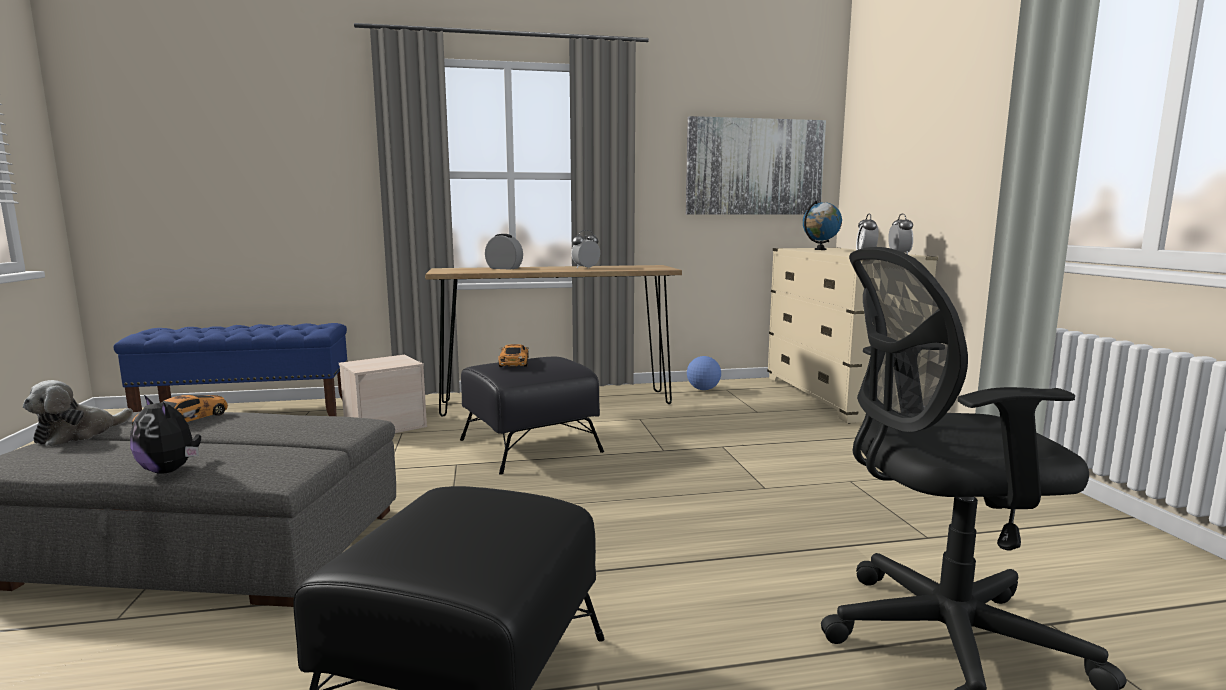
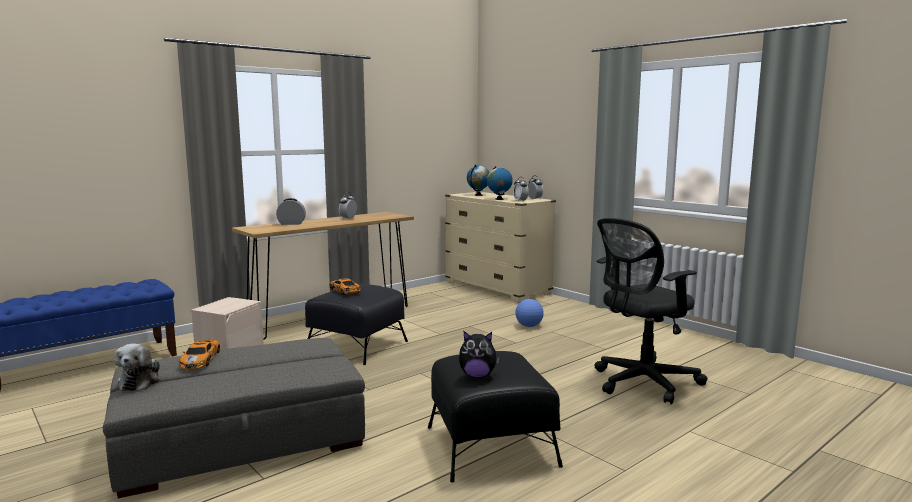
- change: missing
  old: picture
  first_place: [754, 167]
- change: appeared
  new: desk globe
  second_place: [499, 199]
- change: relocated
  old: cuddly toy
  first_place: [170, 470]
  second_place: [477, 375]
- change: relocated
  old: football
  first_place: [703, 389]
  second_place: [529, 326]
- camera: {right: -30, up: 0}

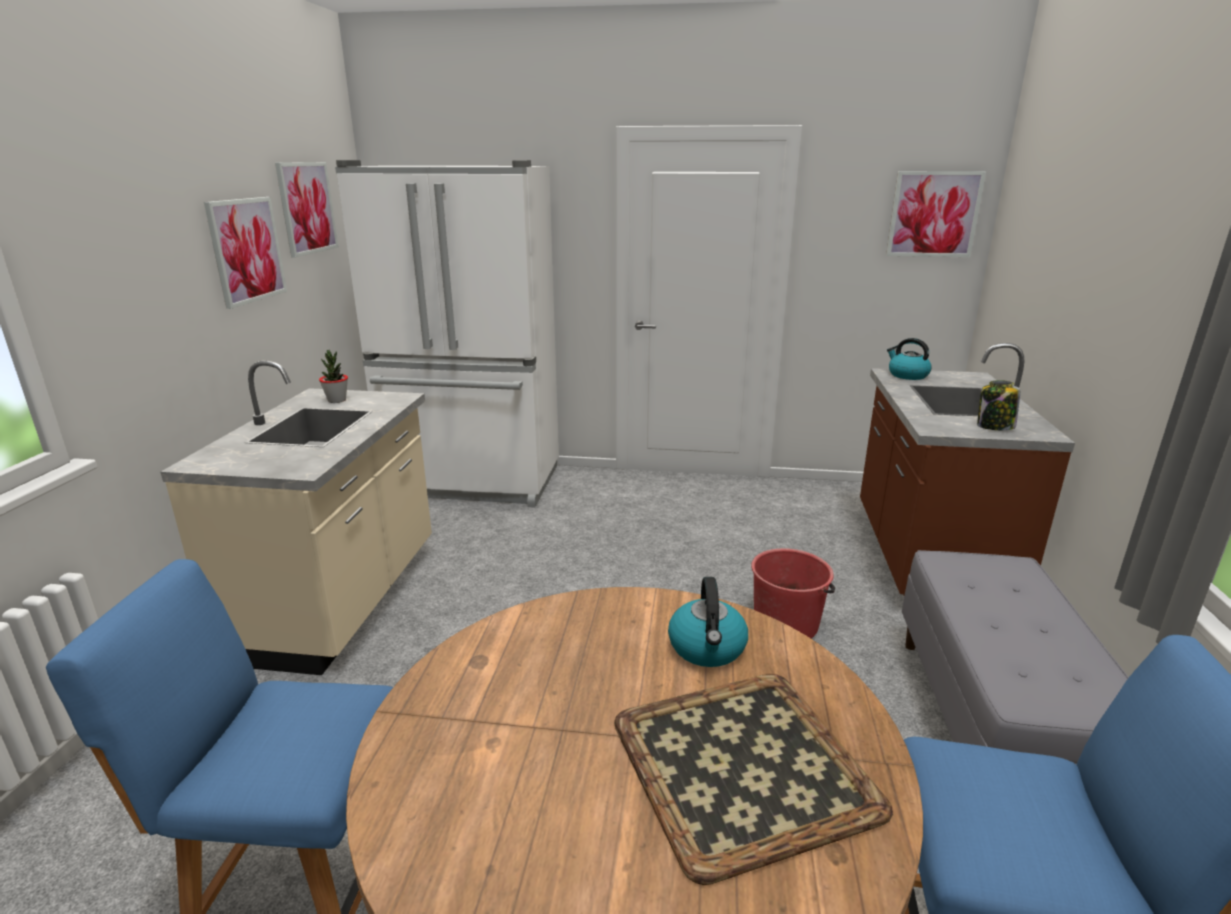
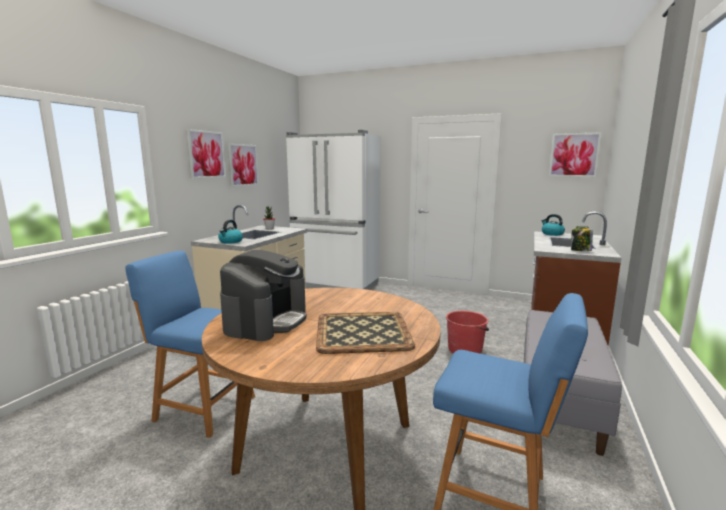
- change: appeared
  new: coffee machine
  second_place: [266, 321]
- change: relocated
  old: picture
  first_place: [307, 208]
  second_place: [206, 154]
- change: relocated
  old: tea kettle
  first_place: [707, 648]
  second_place: [230, 242]
- camera: {right: 15, up: -10}

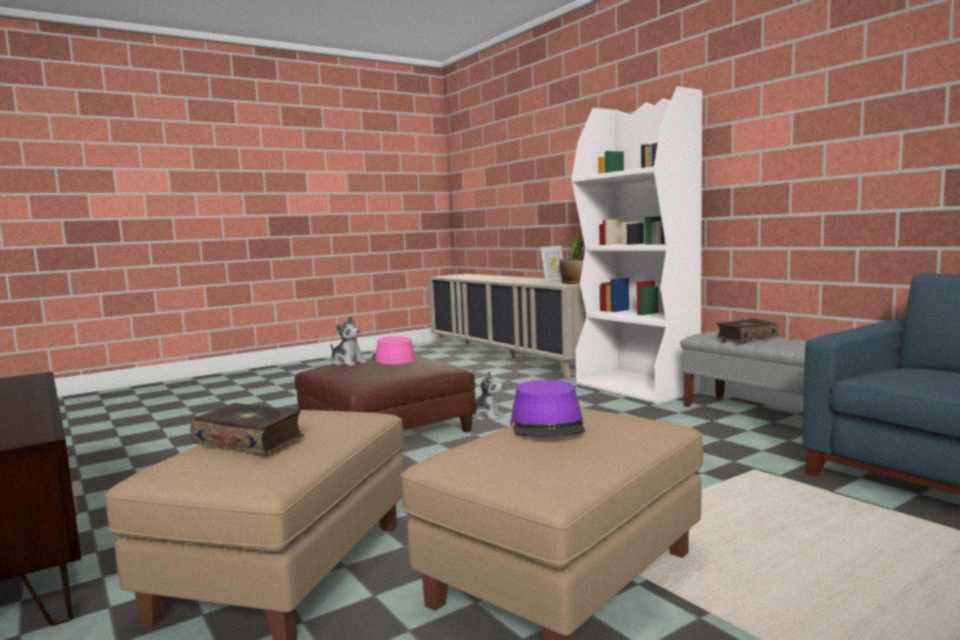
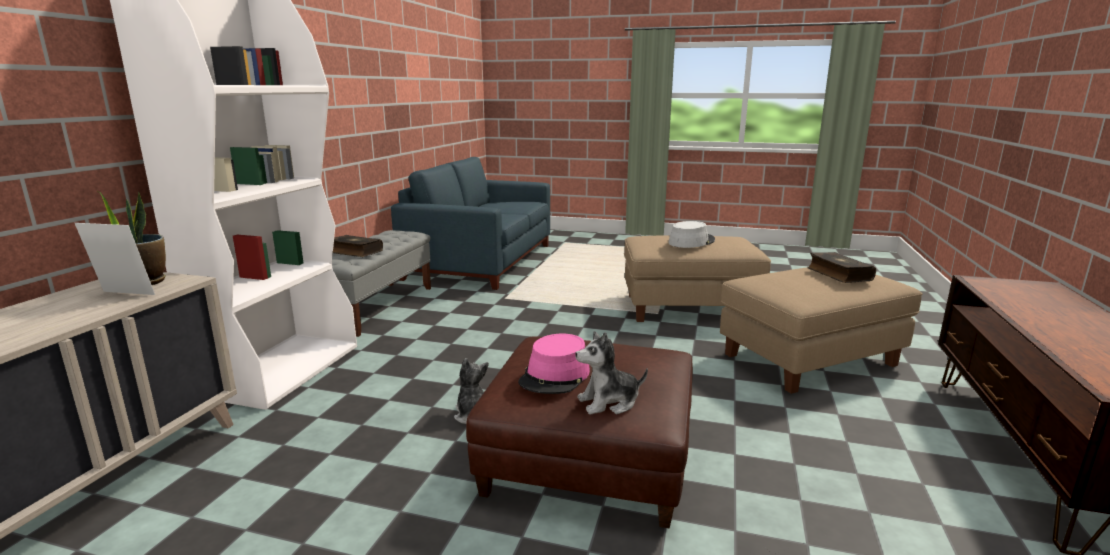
- change: colour
  old: hat (purplish)
  new: hat (greyish)
  first_place: [548, 425]
  second_place: [691, 242]
- change: spun
  old: cuddly toy
  first_place: [348, 363]
  second_place: [609, 402]
  degrees: -105
- camera: {right: -130, up: 10}

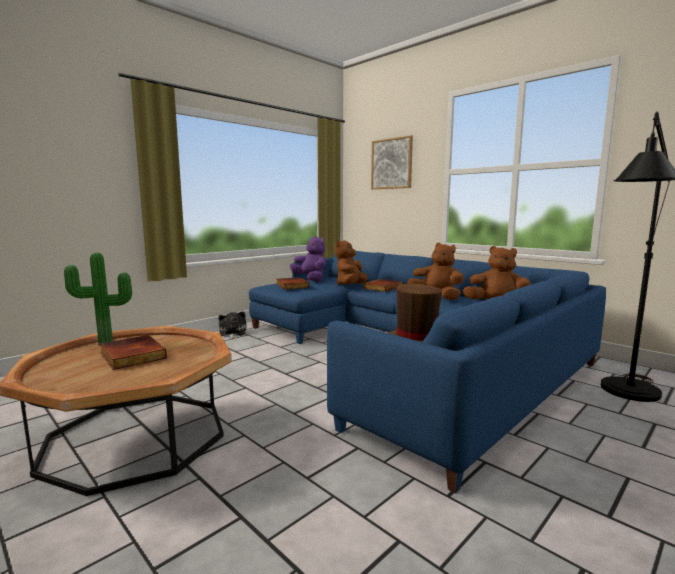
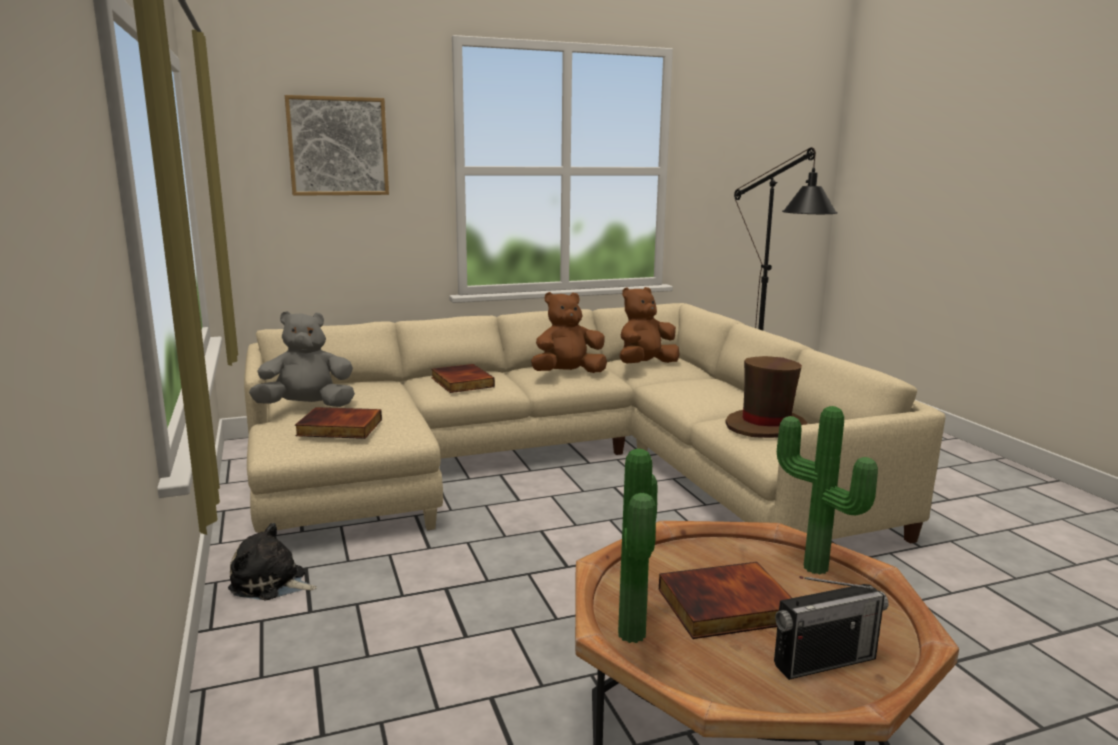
- change: missing
  old: cuddly toy (brownish)
  first_place: [350, 286]
- change: appeared
  new: radio receiver
  second_place: [824, 661]
- change: appeared
  new: potted plant
  second_place: [813, 570]
- change: colour
  old: sofa (bluish)
  new: sofa (sand-coloured)
  first_place: [408, 351]
  second_place: [561, 465]
- change: colour
  old: cuddly toy (purplish)
  new: cuddly toy (greyish)
  first_place: [310, 279]
  second_place: [307, 407]
- camera: {right: -65, up: 5}

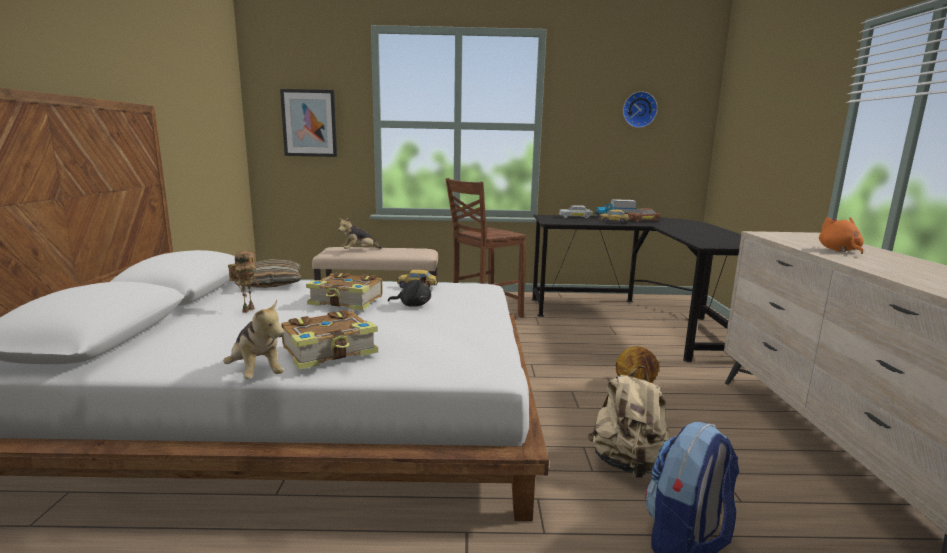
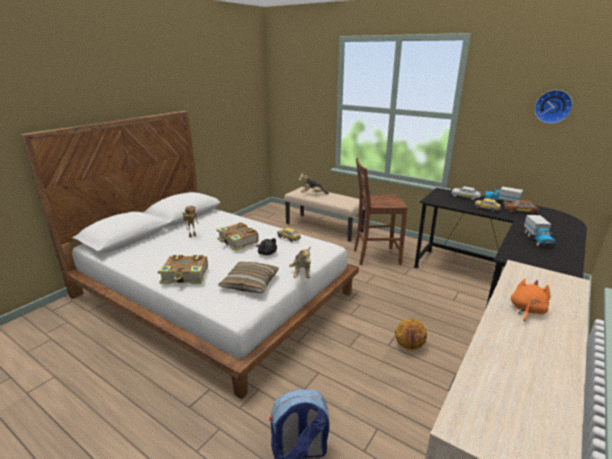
- change: missing
  old: picture
  first_place: [309, 123]
- change: missing
  old: rucksack (sand-coloured)
  first_place: [627, 464]
- change: appeared
  new: toy lorry
  second_place: [537, 240]
- change: relocated
  old: cuddly toy
  first_place: [256, 373]
  second_place: [301, 274]
- change: relocated
  old: cushion
  first_place: [270, 283]
  second_place: [250, 283]
- camera: {right: 35, up: 10}

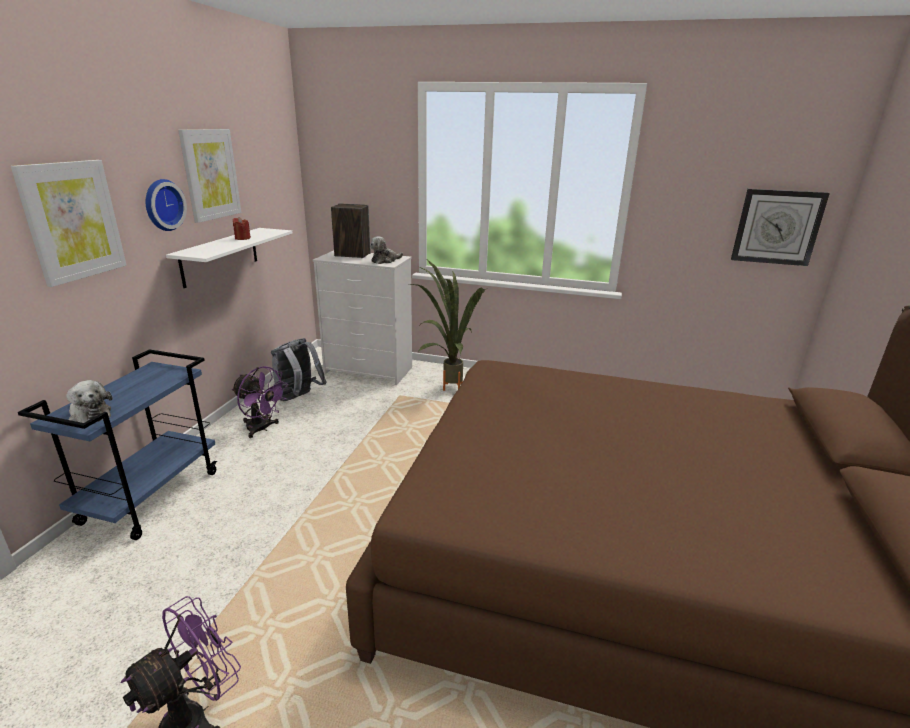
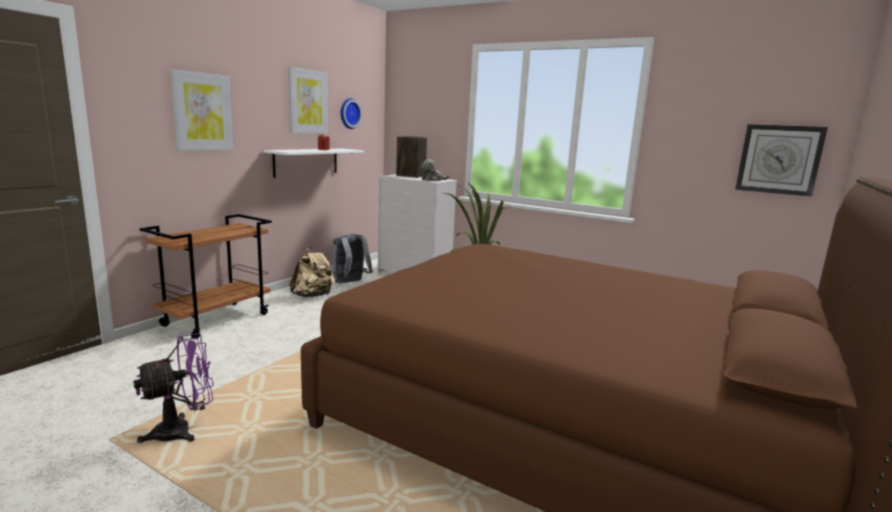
- change: missing
  old: cuddly toy
  first_place: [89, 414]
- change: relocated
  old: hanging clock
  first_place: [162, 205]
  second_place: [348, 113]
- change: exchanged
  old: fan (purplish)
  new: rucksack (sand-coloured)
  first_place: [262, 429]
  second_place: [313, 296]
- change: colour
  old: wheeled cart (bluish)
  new: wheeled cart (brownish)
  first_place: [151, 496]
  second_place: [217, 319]
- camera: {right: 15, up: -10}

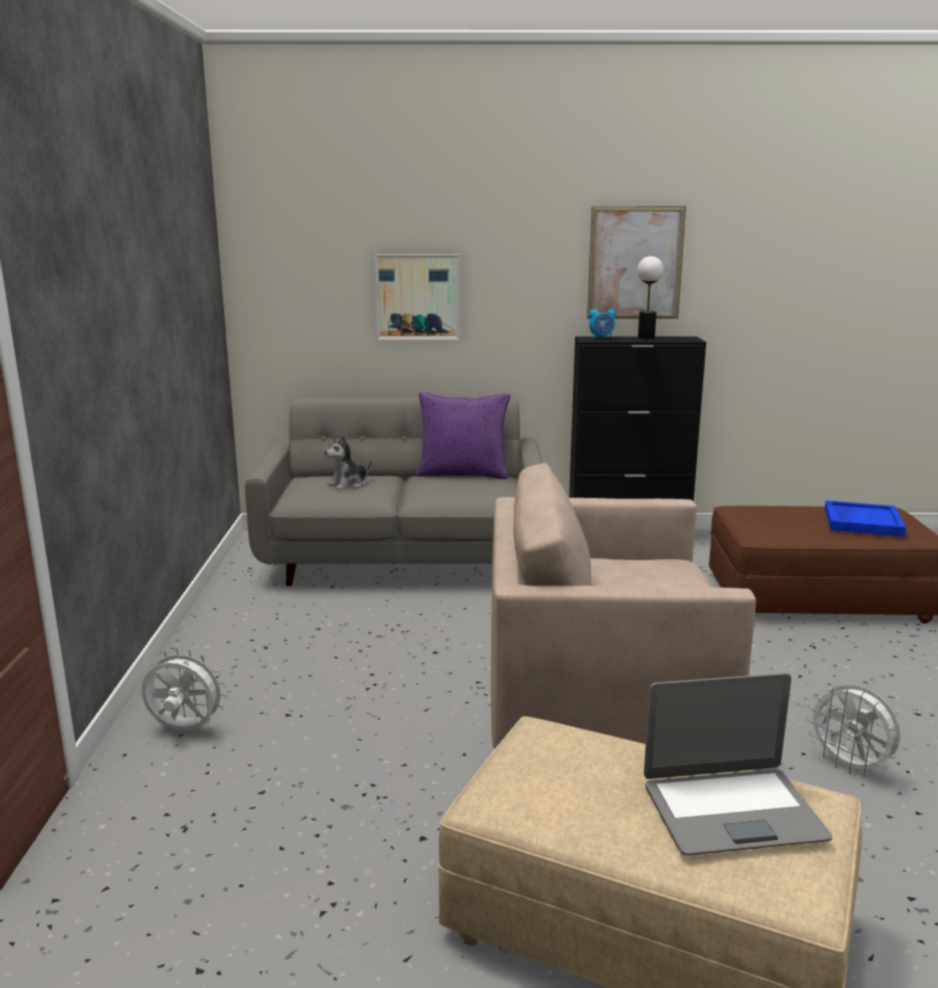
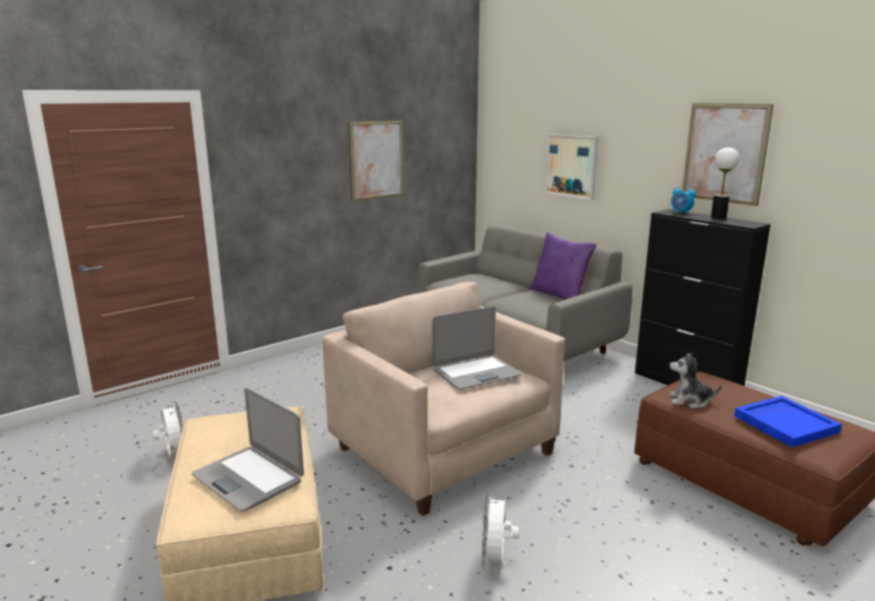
- change: appeared
  new: picture
  second_place: [377, 160]
- change: appeared
  new: notebook computer
  second_place: [476, 373]
- change: relocated
  old: fan (whitish)
  first_place: [184, 730]
  second_place: [174, 456]
- change: relocated
  old: cuddly toy
  first_place: [349, 484]
  second_place: [689, 401]
- camera: {right: 50, up: 0}

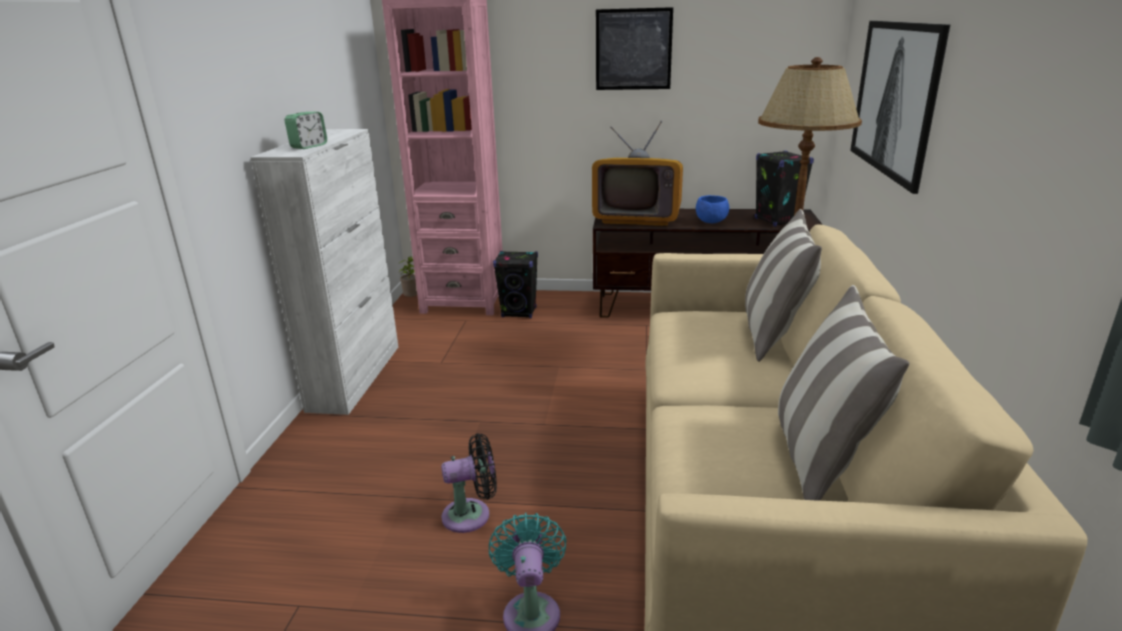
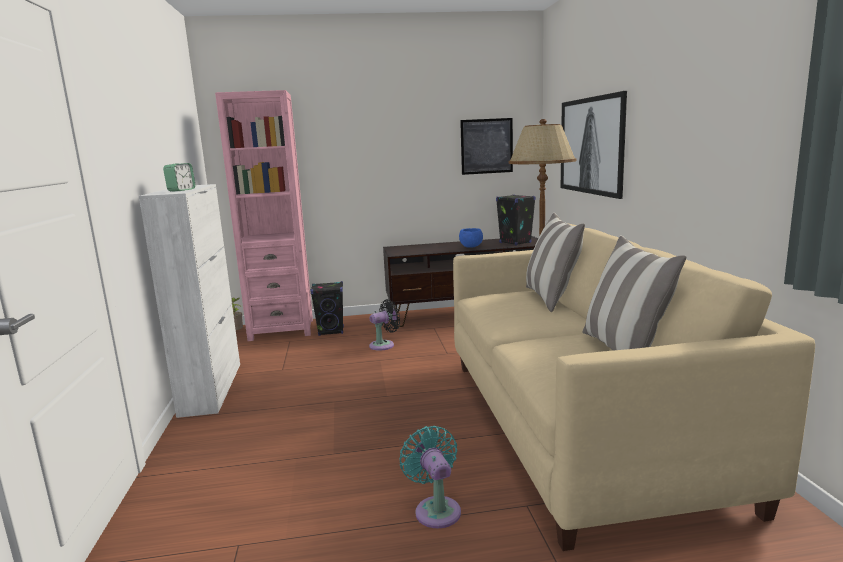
- change: missing
  old: TV set
  first_place: [637, 218]
- change: relocated
  old: fan (black-coloured)
  first_place: [471, 515]
  second_place: [384, 345]
- change: relocated
  old: picture
  first_place: [633, 49]
  second_place: [486, 146]
- camera: {right: -15, up: -10}

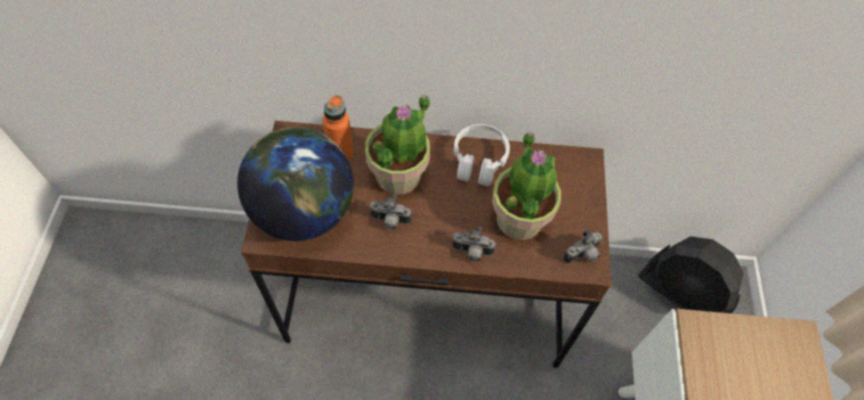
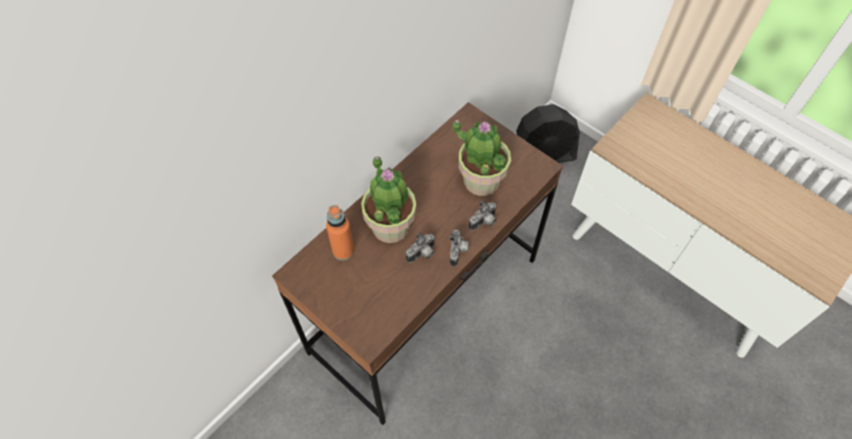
- change: missing
  old: desk globe
  first_place: [304, 211]
- change: missing
  old: headset (whitish)
  first_place: [479, 160]
- change: relocated
  old: photo camera
  first_place: [583, 256]
  second_place: [458, 252]
- camera: {right: -50, up: 0}

